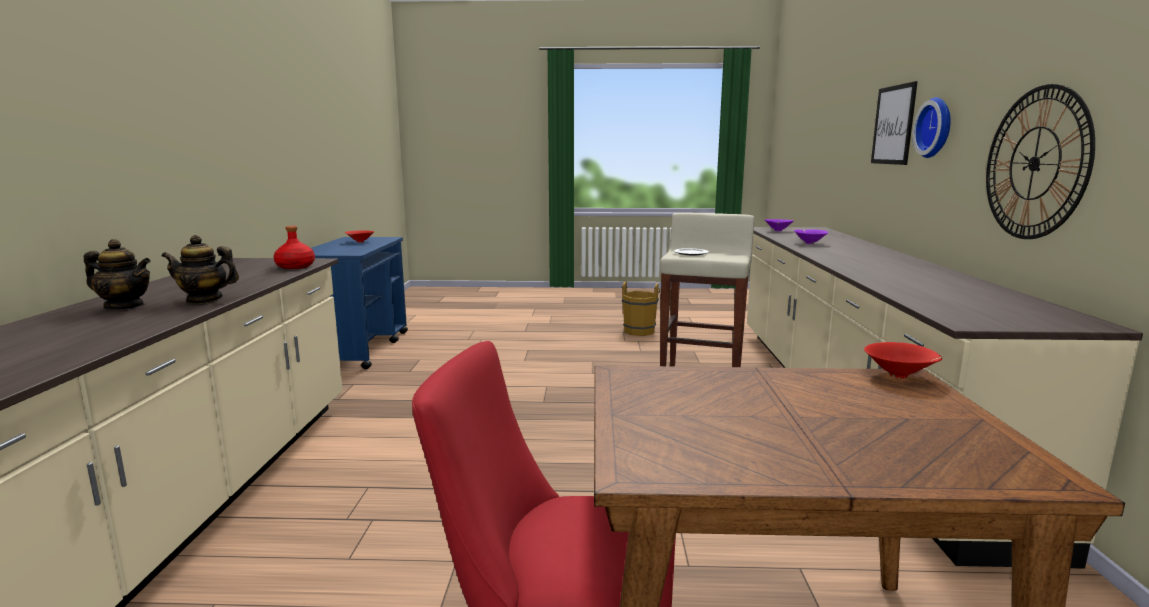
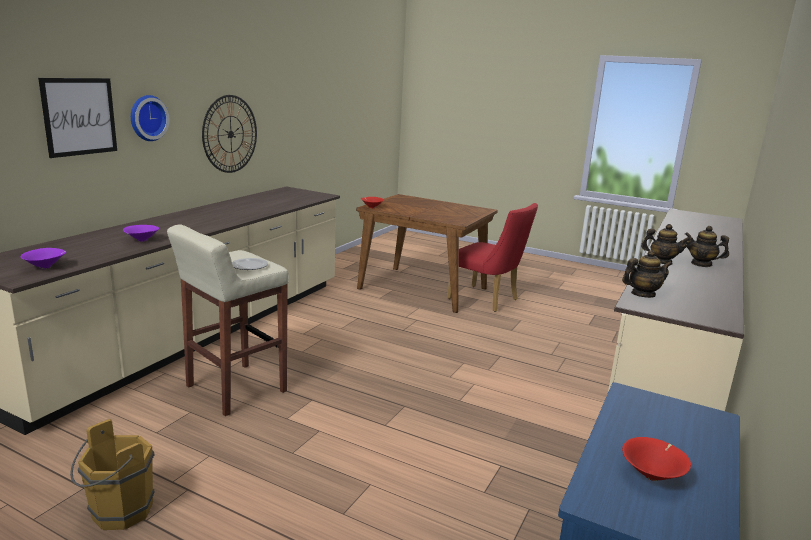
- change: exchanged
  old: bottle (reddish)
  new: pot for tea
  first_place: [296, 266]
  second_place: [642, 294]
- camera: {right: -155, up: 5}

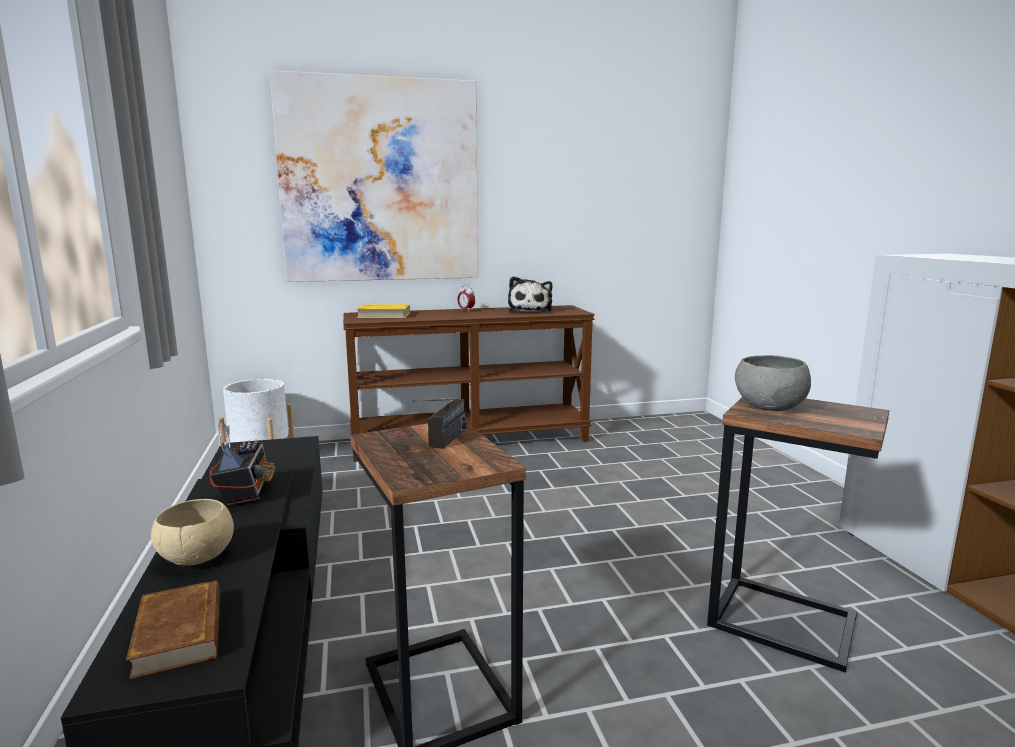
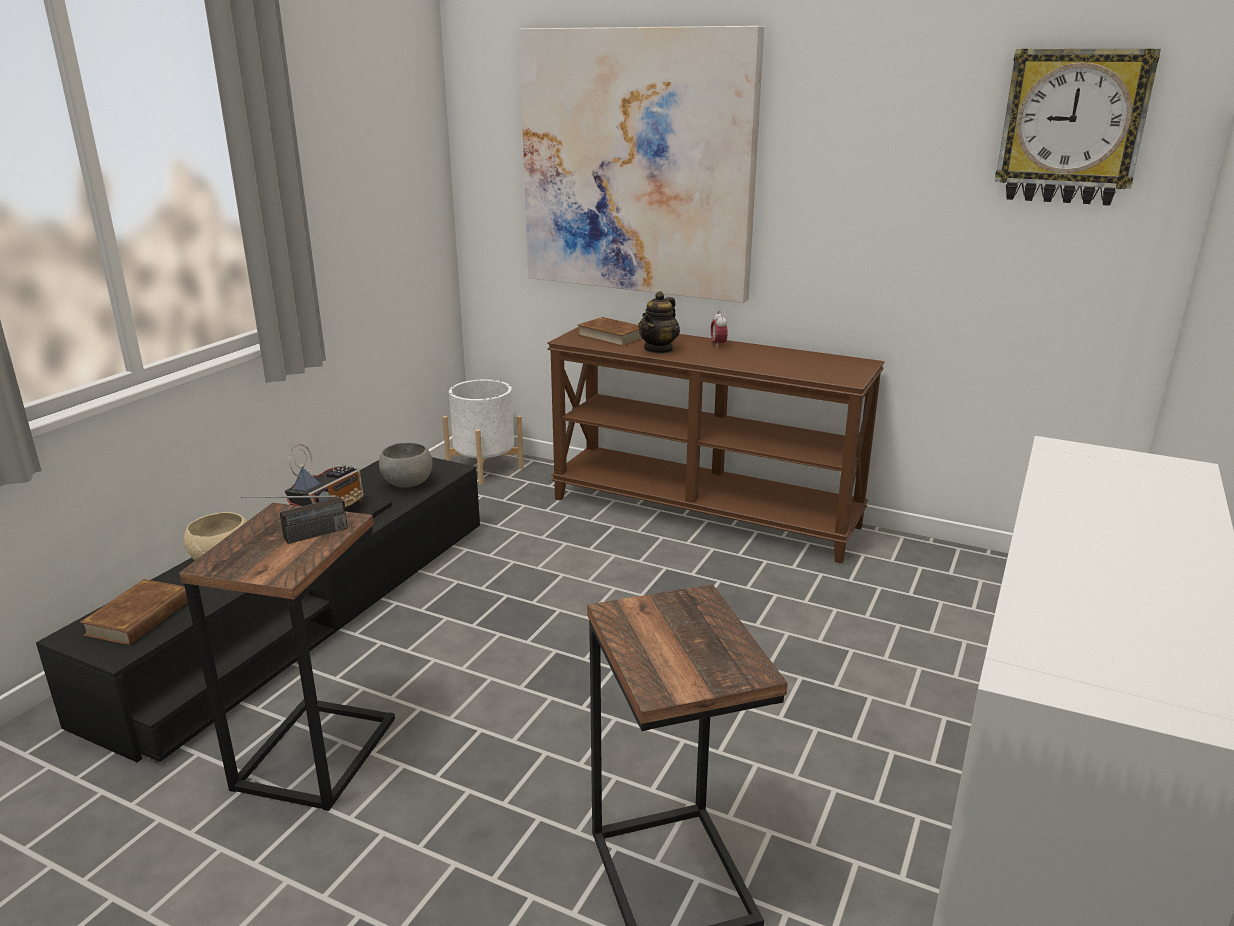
- change: missing
  old: cuddly toy
  first_place: [530, 310]
- change: appeared
  new: pot for tea
  second_place: [659, 349]
- change: appeared
  new: hanging clock
  second_place: [1072, 127]
- change: relocated
  old: bowl (greyish)
  first_place: [770, 408]
  second_place: [407, 484]
- change: colour
  old: bound book (yellow-coloured)
  new: bound book (brownish)
  first_place: [383, 315]
  second_place: [612, 336]
- camera: {right: 40, up: 10}

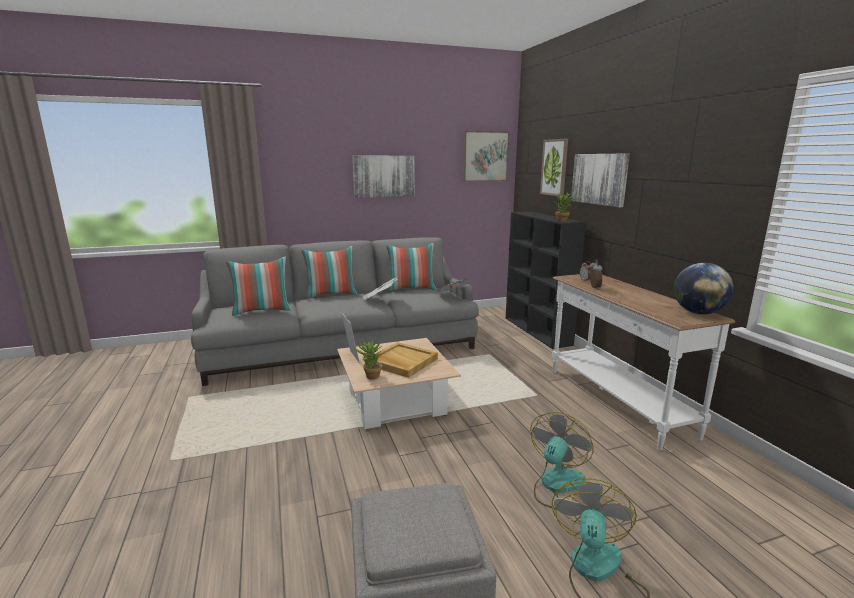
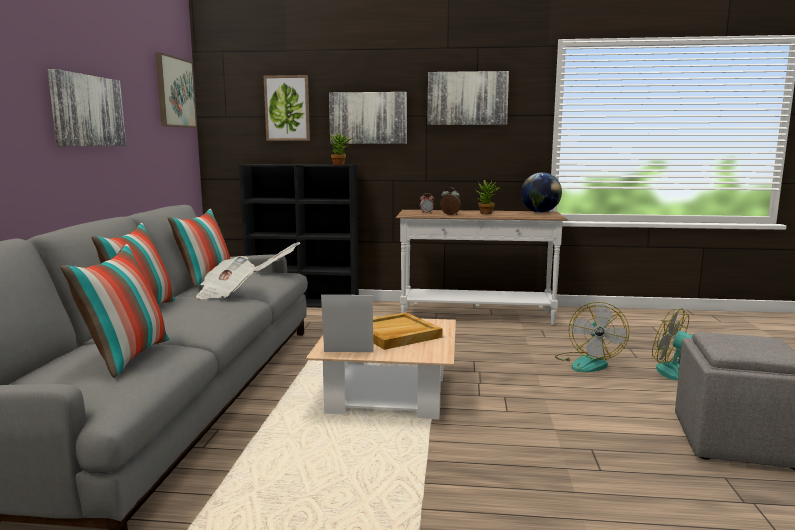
- change: appeared
  new: picture
  second_place: [467, 98]
- change: relocated
  old: potted plant
  first_place: [370, 377]
  second_place: [486, 214]
- change: spun
  old: fan
  first_place: [559, 487]
  second_place: [588, 362]
  degrees: -135
- camera: {right: -65, up: -5}

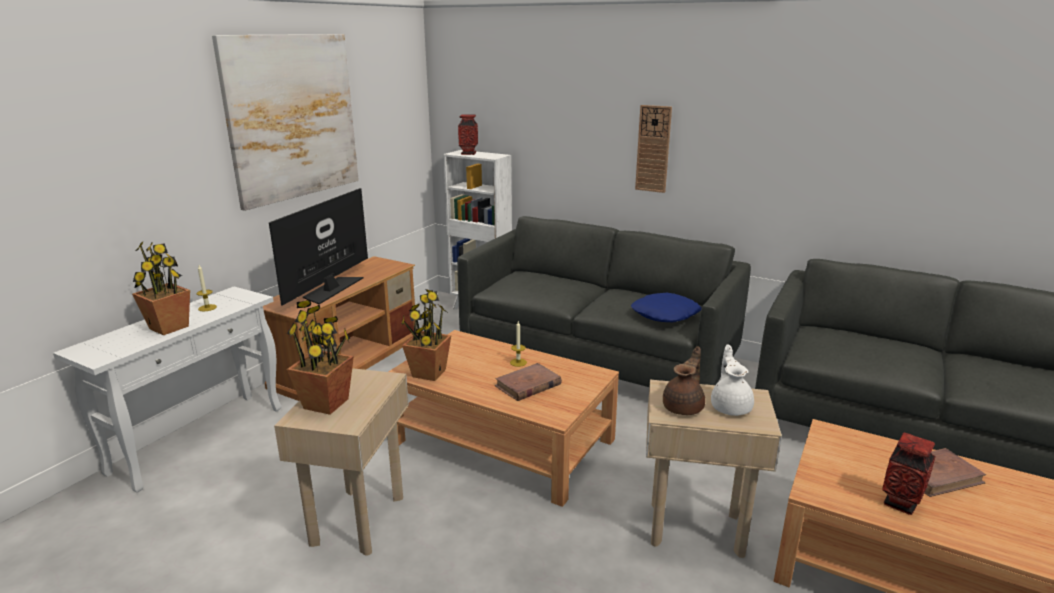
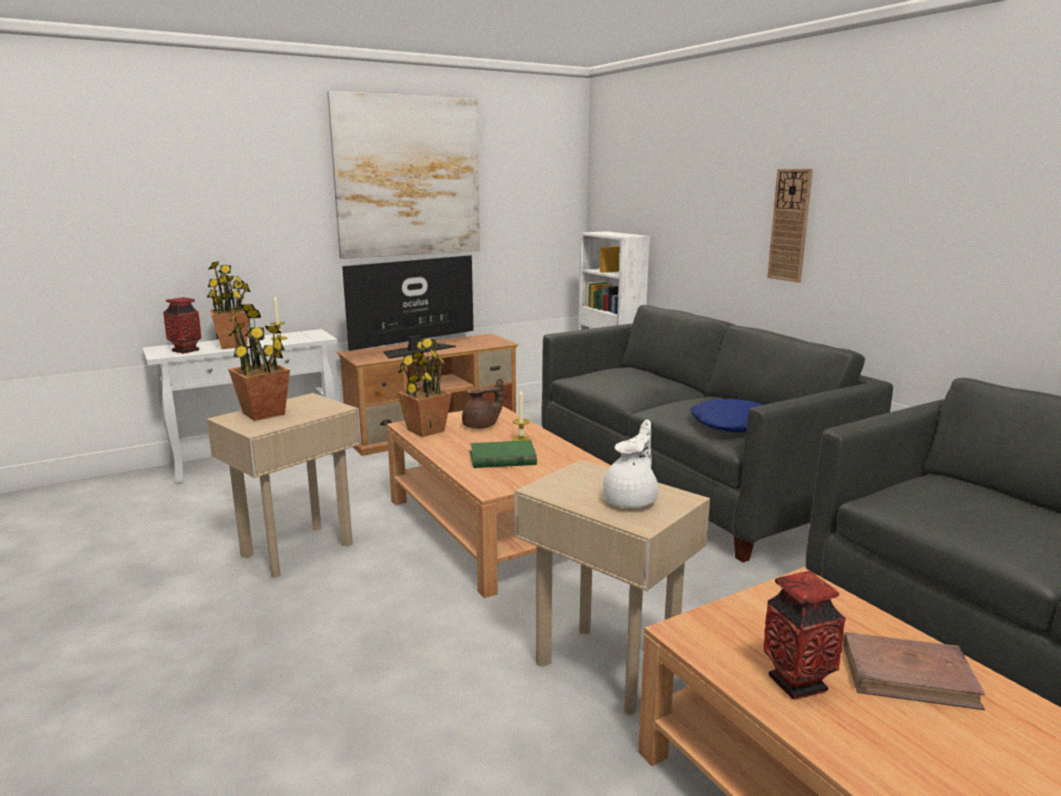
- change: relocated
  old: flower vase
  first_place: [468, 153]
  second_place: [186, 350]
- change: relocated
  old: pot for tea (brownish)
  first_place: [684, 407]
  second_place: [481, 426]
- change: colour
  old: bound book (brownish)
  new: bound book (greenish)
  first_place: [528, 385]
  second_place: [502, 458]
- camera: {right: 30, up: -5}

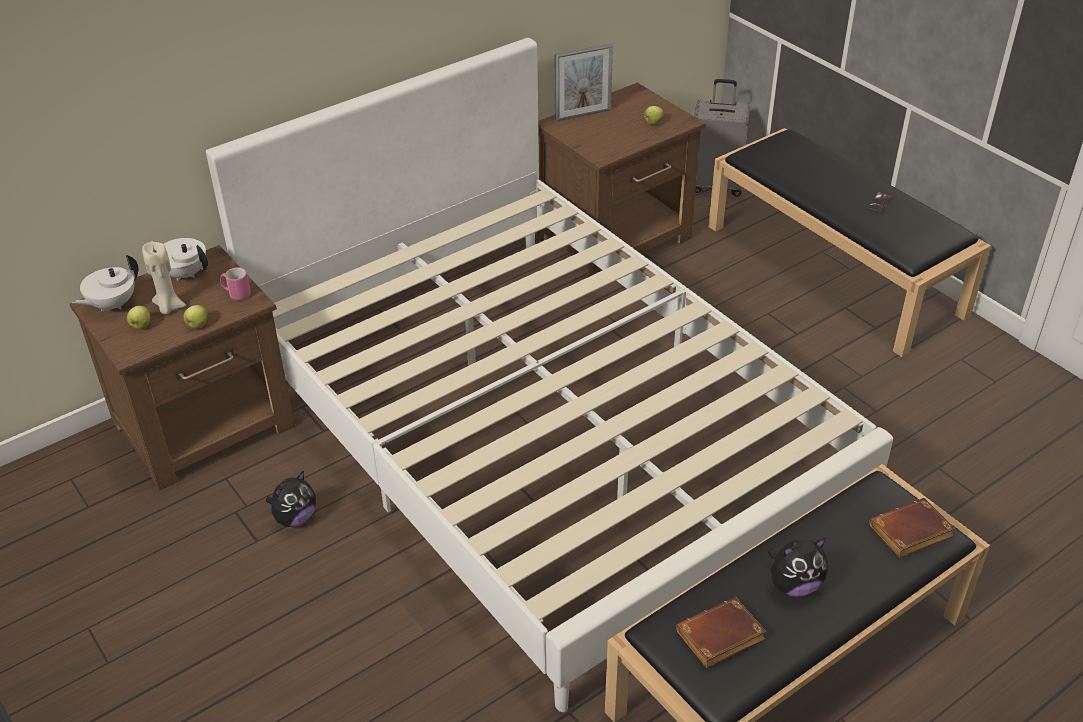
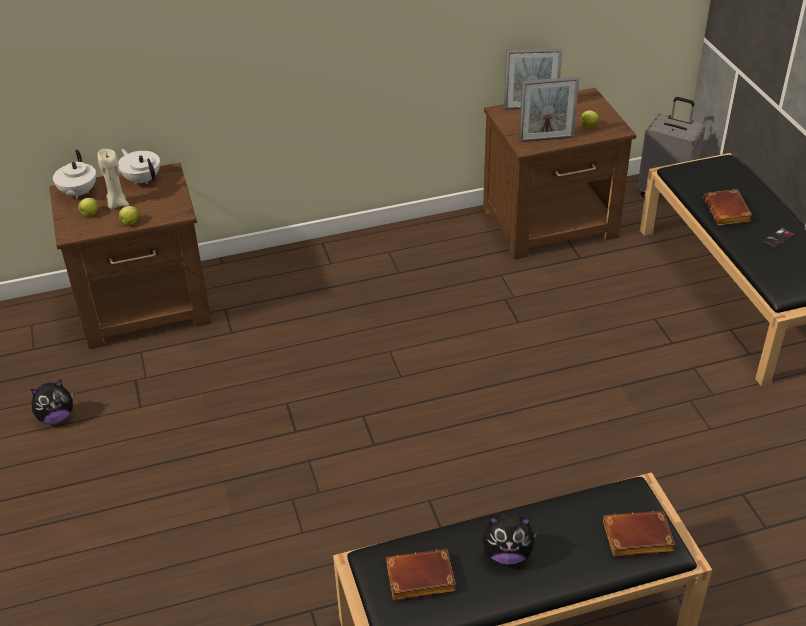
- change: missing
  old: bedroom bed (whitish)
  first_place: [543, 430]
- change: missing
  old: mug (pink-coloured)
  first_place: [236, 294]
- change: appeared
  new: standing frame
  second_place: [546, 139]
- change: appeared
  new: bound book (brownish)
  second_place: [728, 212]
- change: relocated
  old: cuddly toy
  first_place: [295, 518]
  second_place: [56, 417]
- change: spun
  old: pot for tea (whitish)
  first_place: [112, 305]
  second_place: [78, 193]
  degrees: -60
- camera: {right: 20, up: 0}

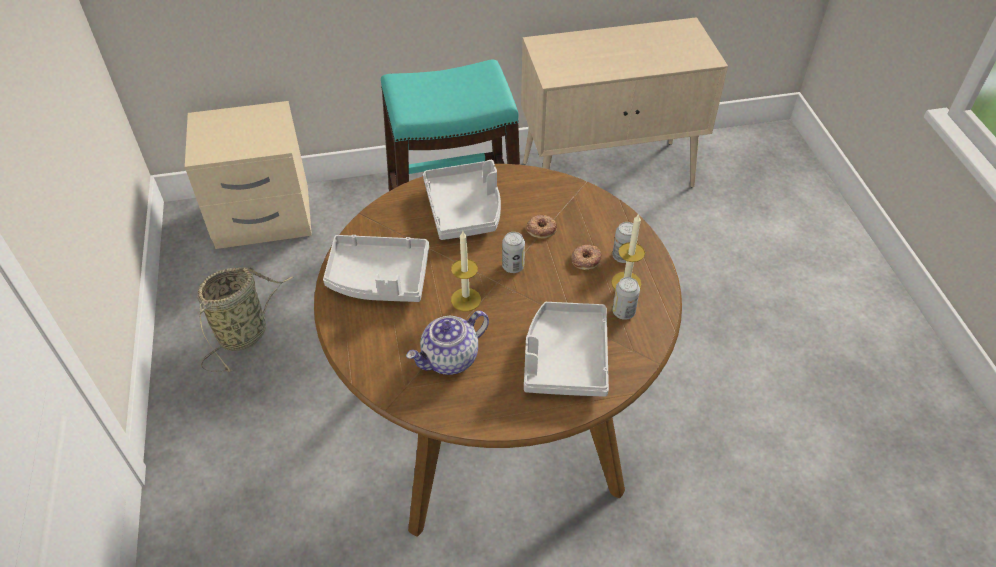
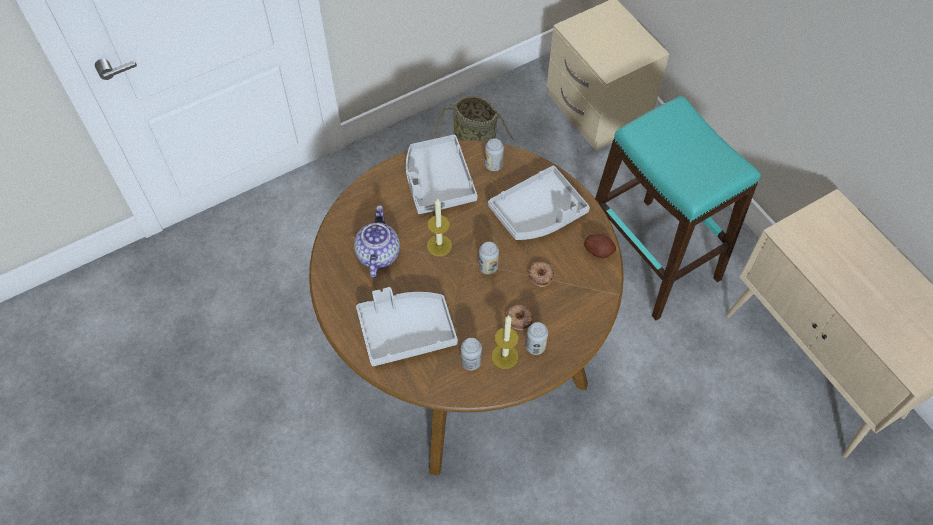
- change: appeared
  new: sealed can
  second_place: [493, 165]
- change: appeared
  new: spud
  second_place: [598, 250]
- change: spun
  old: pot for tea
  first_place: [450, 359]
  second_place: [377, 254]
  degrees: 60
- camera: {right: 70, up: 10}

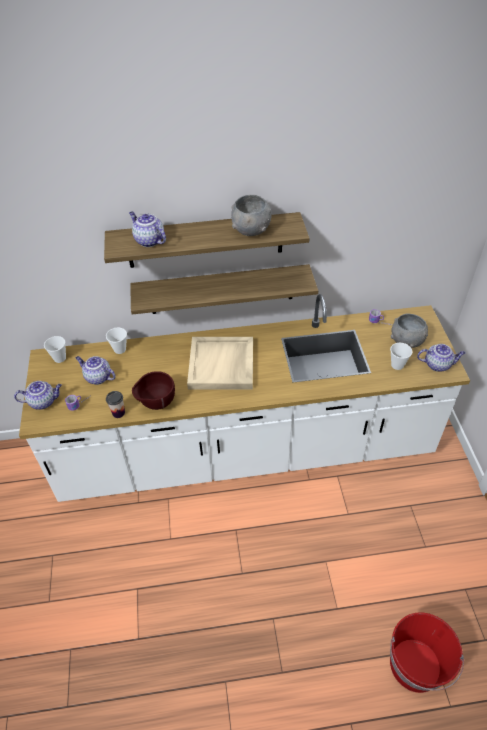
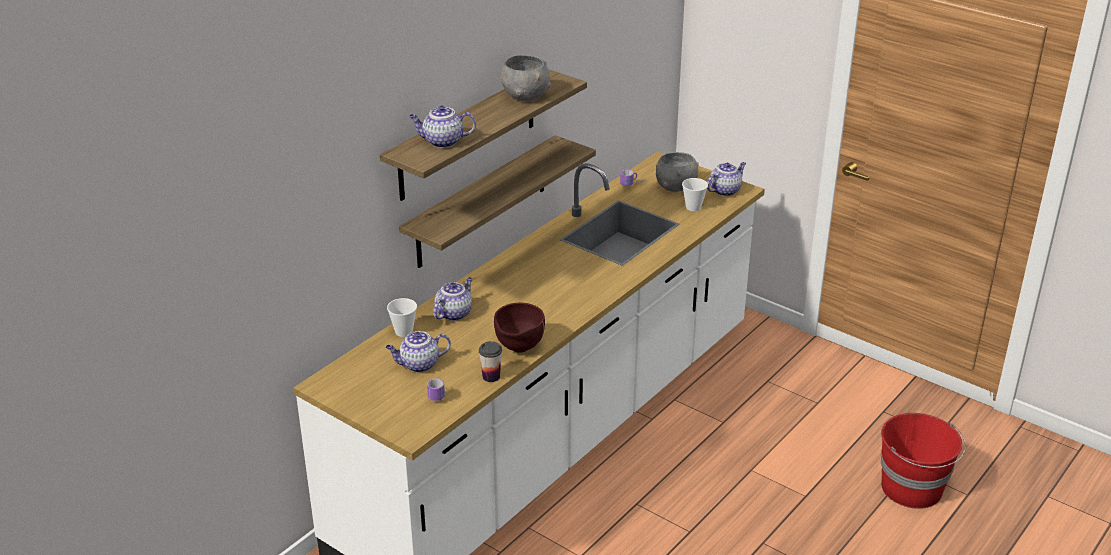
- change: missing
  old: cup
  first_place: [60, 358]
- change: missing
  old: carrying tray (sand-coloured)
  first_place: [222, 365]
- change: relocated
  old: pot for tea
  first_place: [43, 401]
  second_place: [454, 313]
- camera: {right: -45, up: -15}

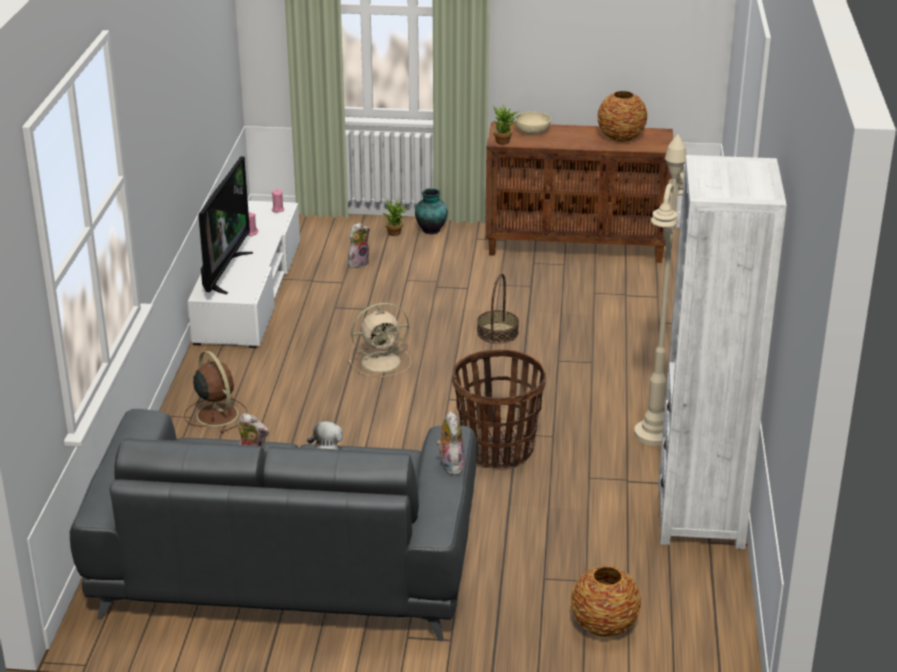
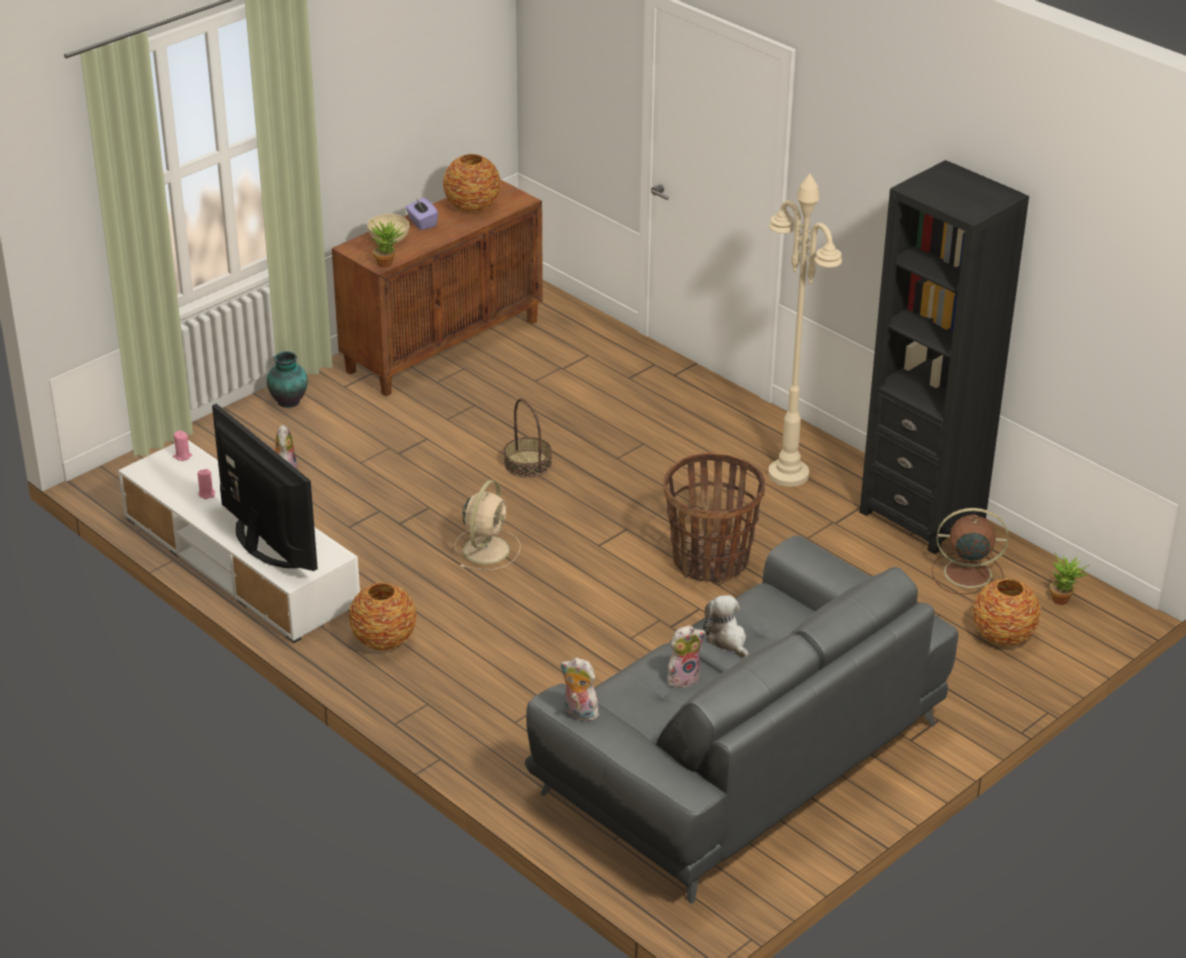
- change: appeared
  new: flower vase
  second_place: [383, 640]
- change: appeared
  new: tissue box (purplish)
  second_place: [422, 223]
- change: relocated
  old: fan (brownish)
  first_place: [216, 414]
  second_place: [965, 573]
- change: relocated
  old: potted plant
  first_place: [396, 234]
  second_place: [1064, 599]
- change: relocated
  old: cuddly toy
  first_place: [450, 465]
  second_place: [578, 713]
- change: colour
  old: bookcase (whitish)
  new: bookcase (black-coloured)
  first_place: [700, 516]
  second_place: [922, 516]
- camera: {right: -50, up: 5}

